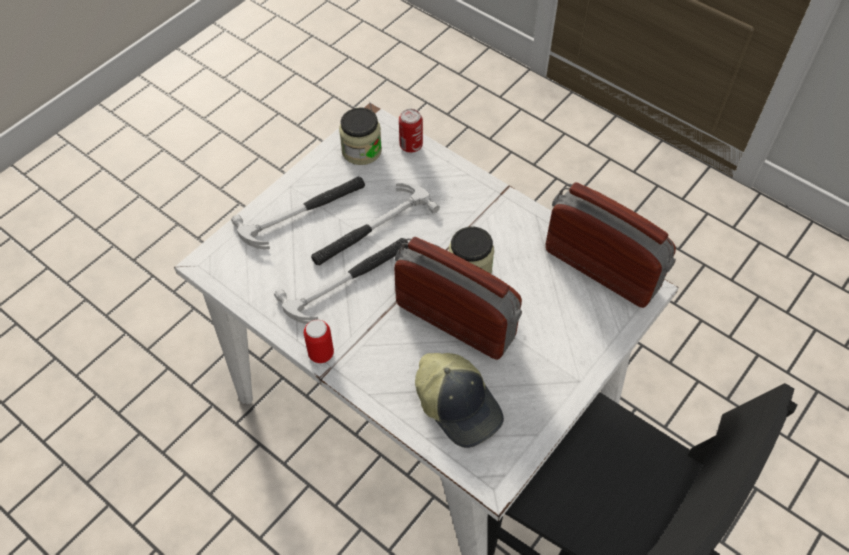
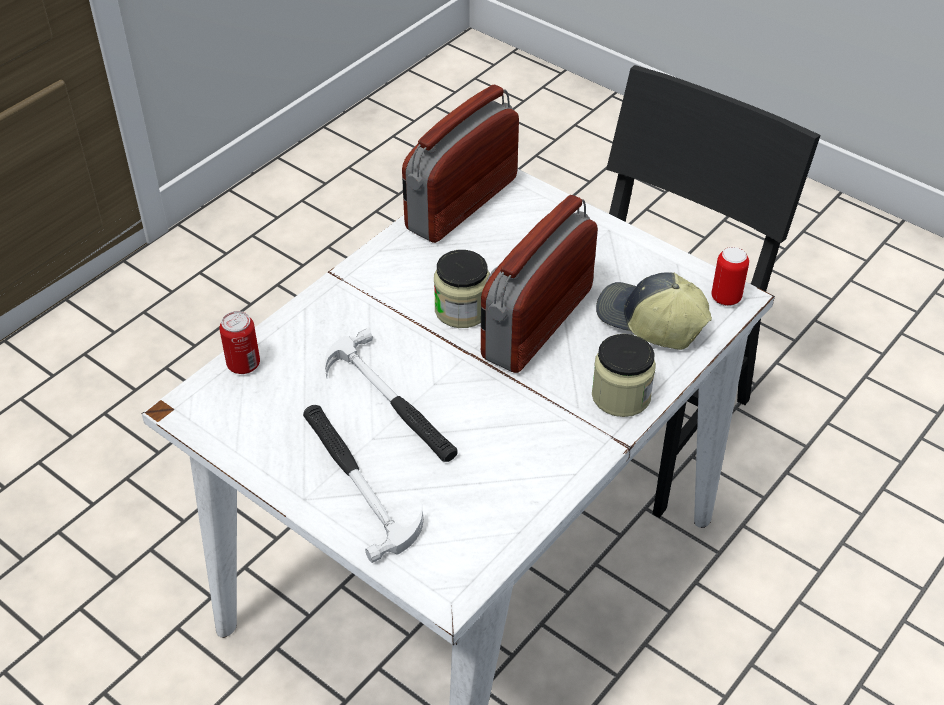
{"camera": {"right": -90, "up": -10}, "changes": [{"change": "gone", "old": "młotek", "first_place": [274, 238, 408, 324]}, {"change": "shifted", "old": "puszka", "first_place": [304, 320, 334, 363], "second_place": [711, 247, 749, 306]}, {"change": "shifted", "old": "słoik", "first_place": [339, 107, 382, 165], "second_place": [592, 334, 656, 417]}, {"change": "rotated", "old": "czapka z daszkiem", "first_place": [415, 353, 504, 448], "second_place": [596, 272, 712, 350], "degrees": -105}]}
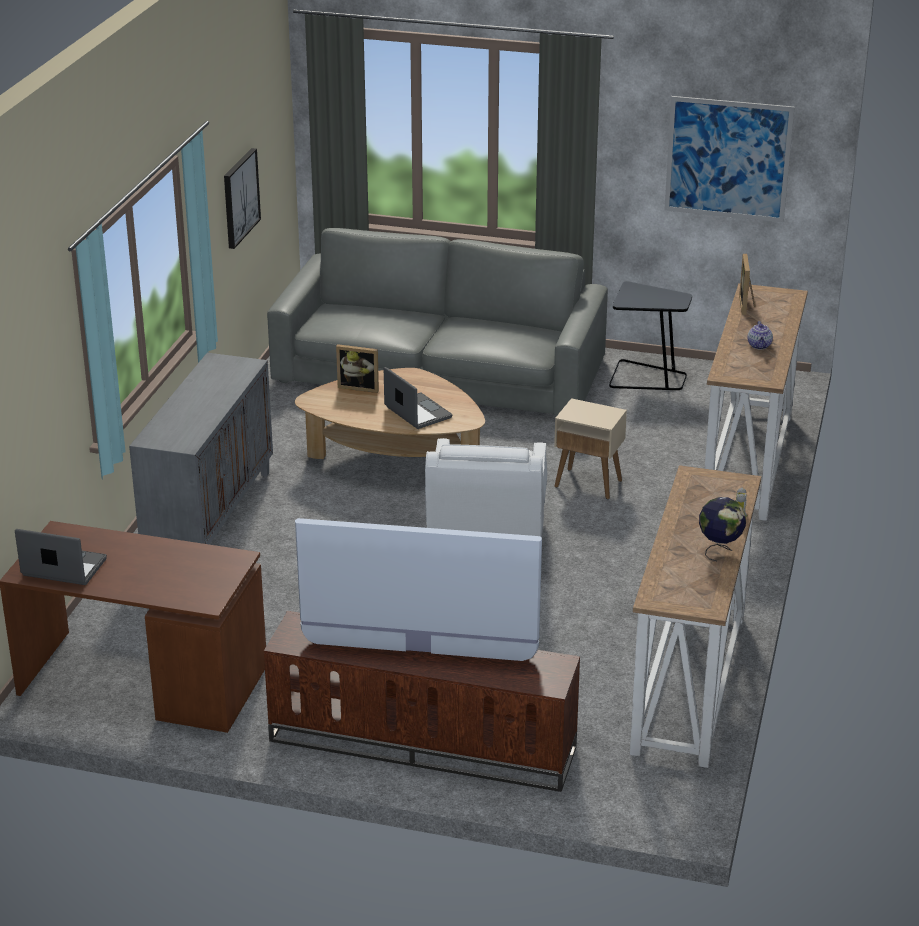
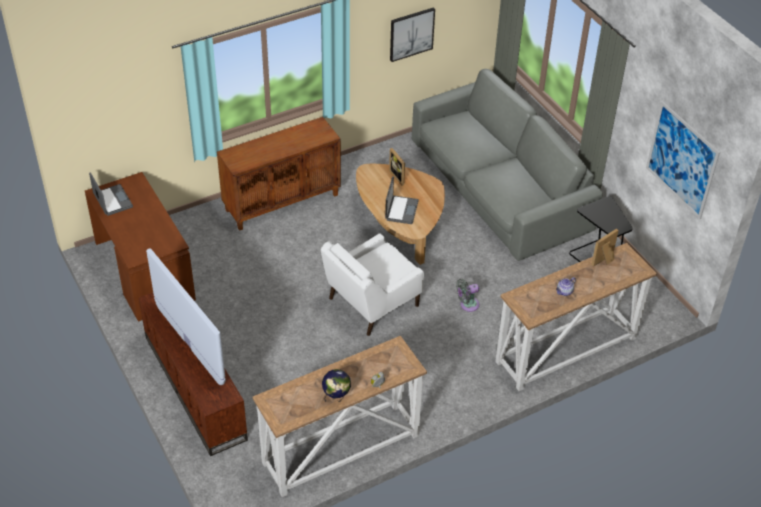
{"camera": {"right": 45, "up": 15}, "changes": [{"change": "repainted", "old": "szafka/szary", "new": "szafka/brązowy", "first_place": [129, 353, 273, 544], "second_place": [217, 117, 341, 231]}, {"change": "swapped", "old": "stolik/beżowy", "new": "wentylator/szary", "first_place": [554, 398, 627, 499], "second_place": [456, 279, 479, 312]}]}
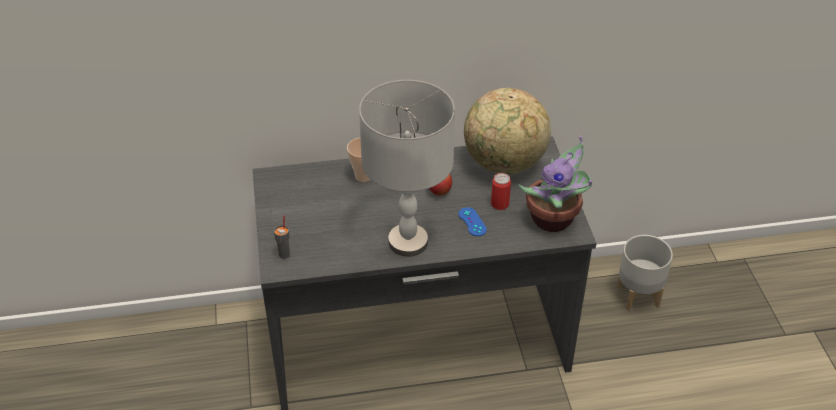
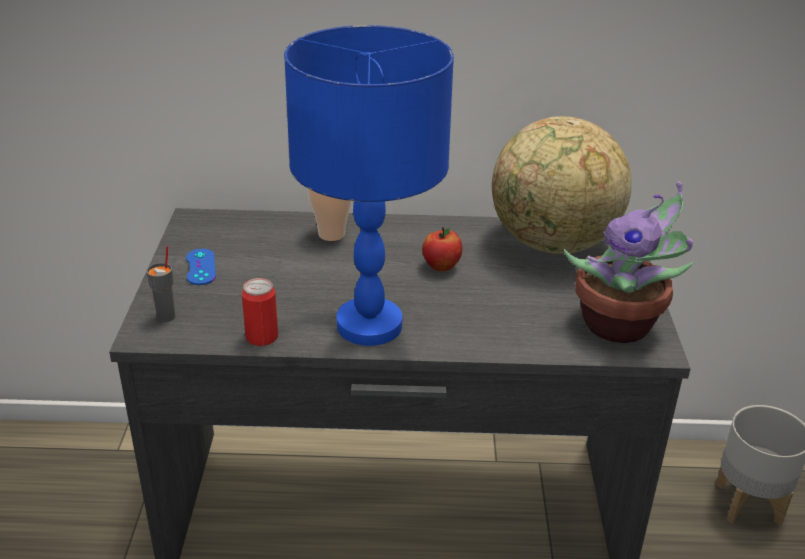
{"camera": {"right": 10, "up": -10}, "changes": [{"change": "repainted", "old": "lampa stołowa/szary", "new": "lampa stołowa/niebieski", "first_place": [359, 80, 455, 257], "second_place": [284, 25, 454, 346]}, {"change": "shifted", "old": "pad do gier/niebieski", "first_place": [459, 207, 487, 236], "second_place": [186, 249, 216, 285]}, {"change": "shifted", "old": "puszka", "first_place": [491, 173, 511, 210], "second_place": [242, 278, 278, 346]}]}
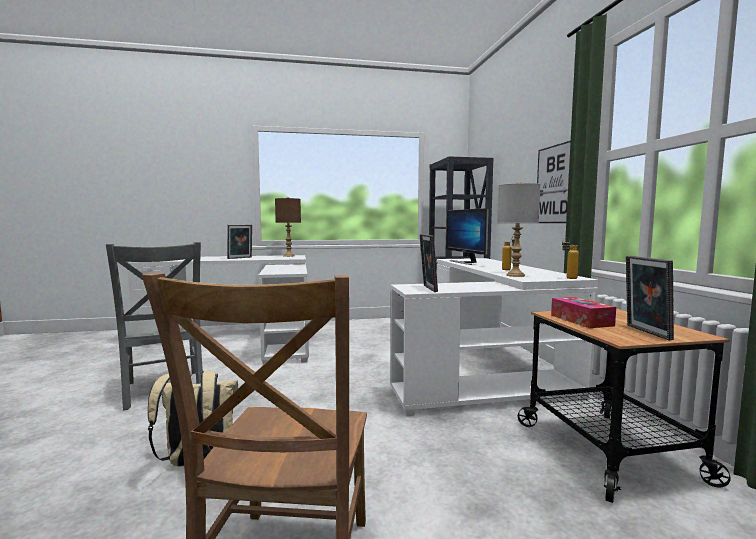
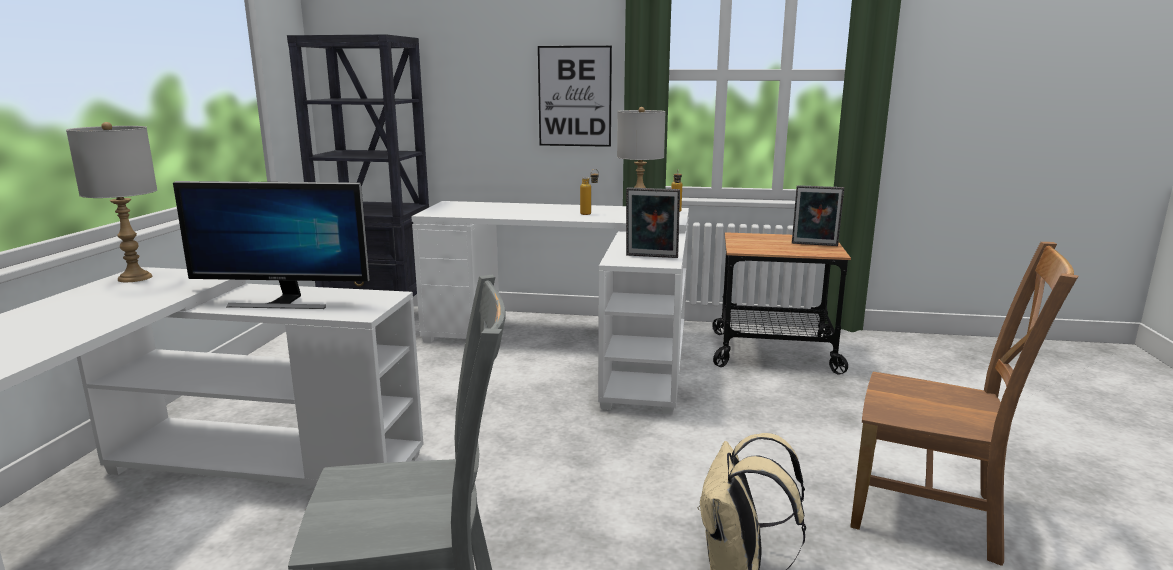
{"camera": {"right": -70, "up": 10}, "changes": [{"change": "gone", "old": "ramka na zdjęcie", "first_place": [227, 225, 252, 259]}, {"change": "repainted", "old": "lampa stołowa/brązowy", "new": "lampa stołowa/szary", "first_place": [275, 197, 301, 257], "second_place": [66, 122, 157, 282]}, {"change": "shifted", "old": "monitor", "first_place": [446, 208, 489, 265], "second_place": [173, 181, 370, 309]}, {"change": "gone", "old": "pudełko chusteczek", "first_place": [551, 297, 616, 328]}]}
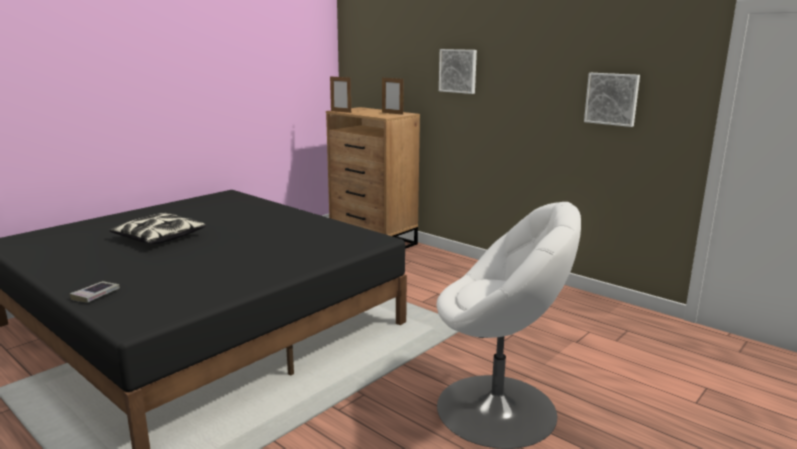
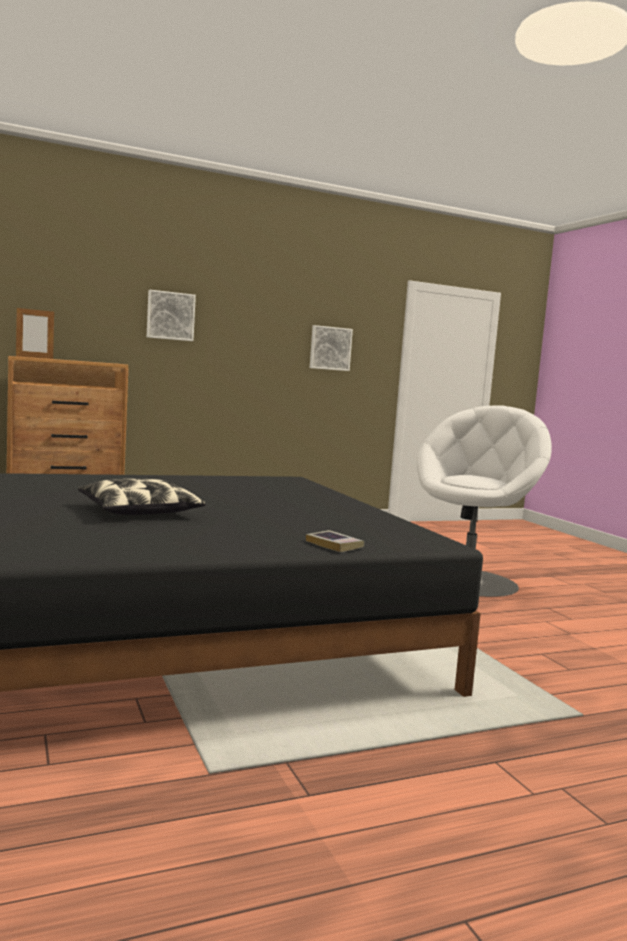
{"camera": {"right": -65, "up": -10}, "changes": [{"change": "gone", "old": "ramka na zdjęcie", "first_place": [382, 76, 404, 115]}]}
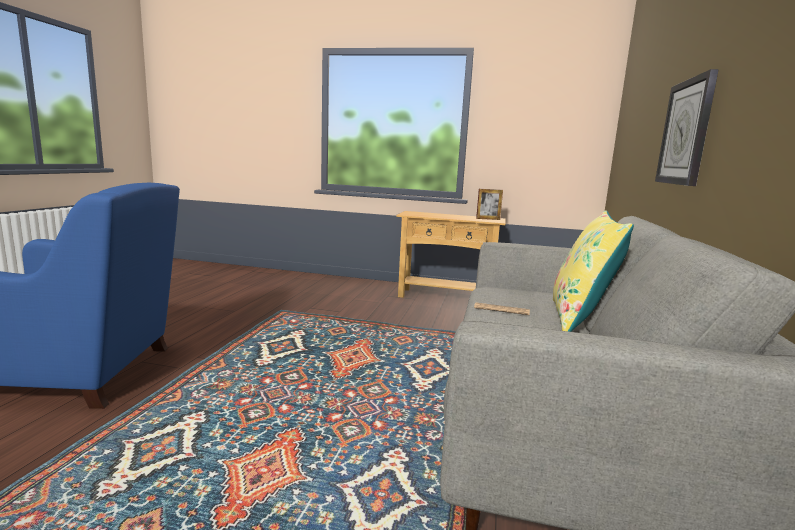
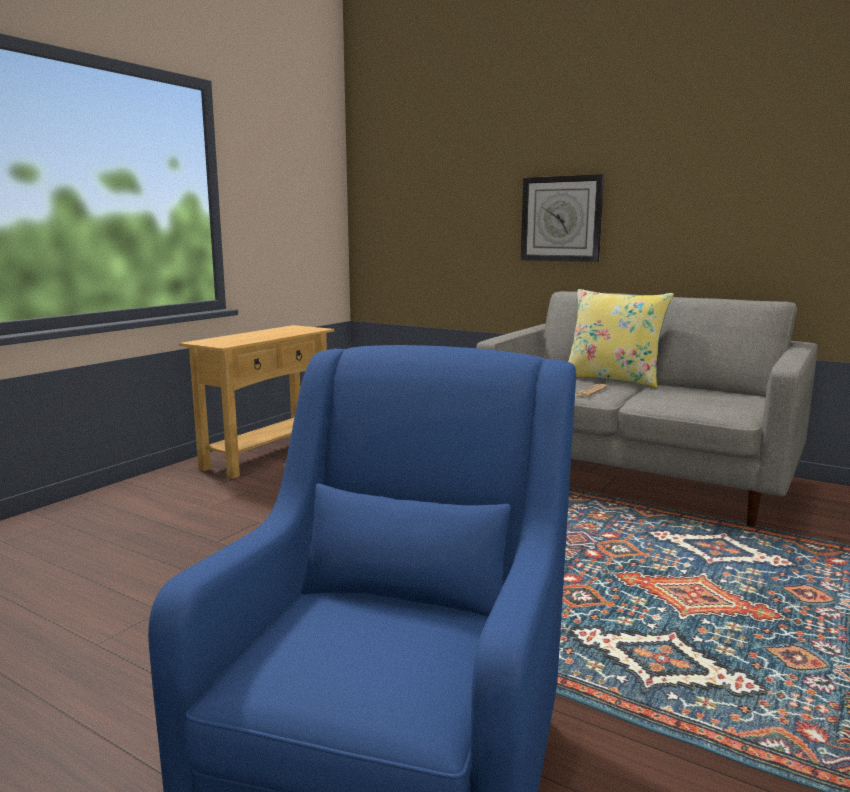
{"camera": {"right": -70, "up": 0}, "changes": [{"change": "gone", "old": "ramka na zdjęcie", "first_place": [476, 189, 503, 220]}]}
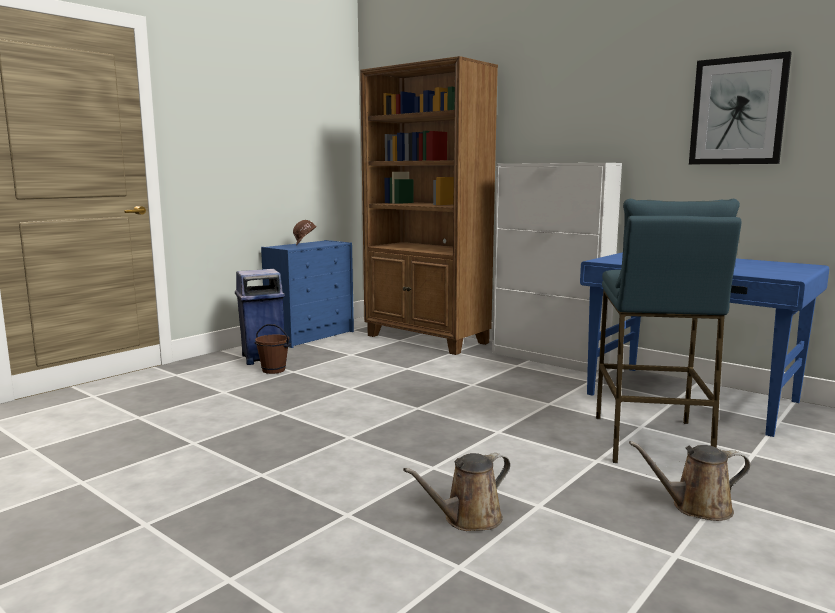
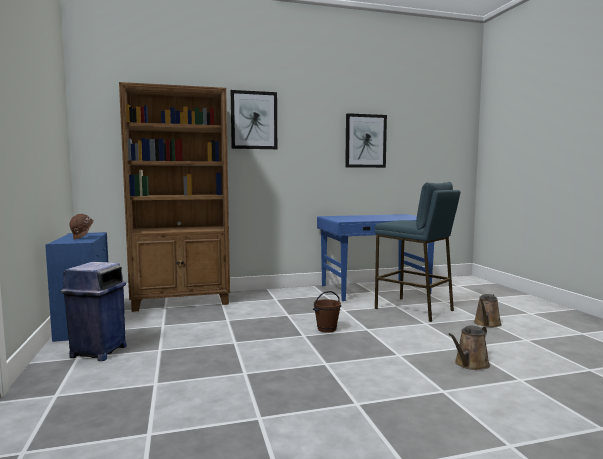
{"camera": {"right": -55, "up": -5}, "changes": [{"change": "shifted", "old": "wiadro/brązowy", "first_place": [255, 324, 291, 374], "second_place": [313, 291, 341, 333]}, {"change": "rotated", "old": "konewka/brązowy", "first_place": [403, 453, 510, 531], "second_place": [448, 325, 490, 370], "degrees": 45}, {"change": "gone", "old": "szafka/biały", "first_place": [492, 163, 622, 372]}, {"change": "new", "new": "obraz", "second_place": [231, 90, 277, 149]}]}
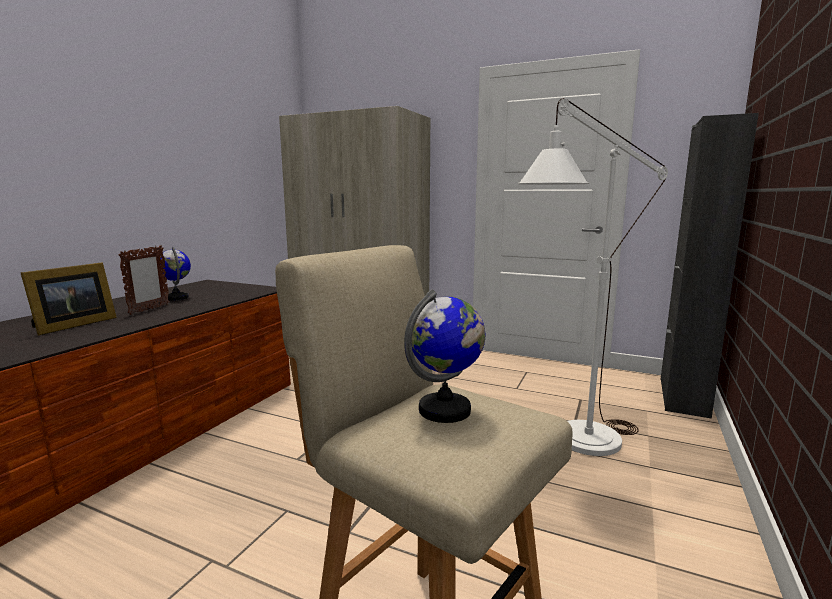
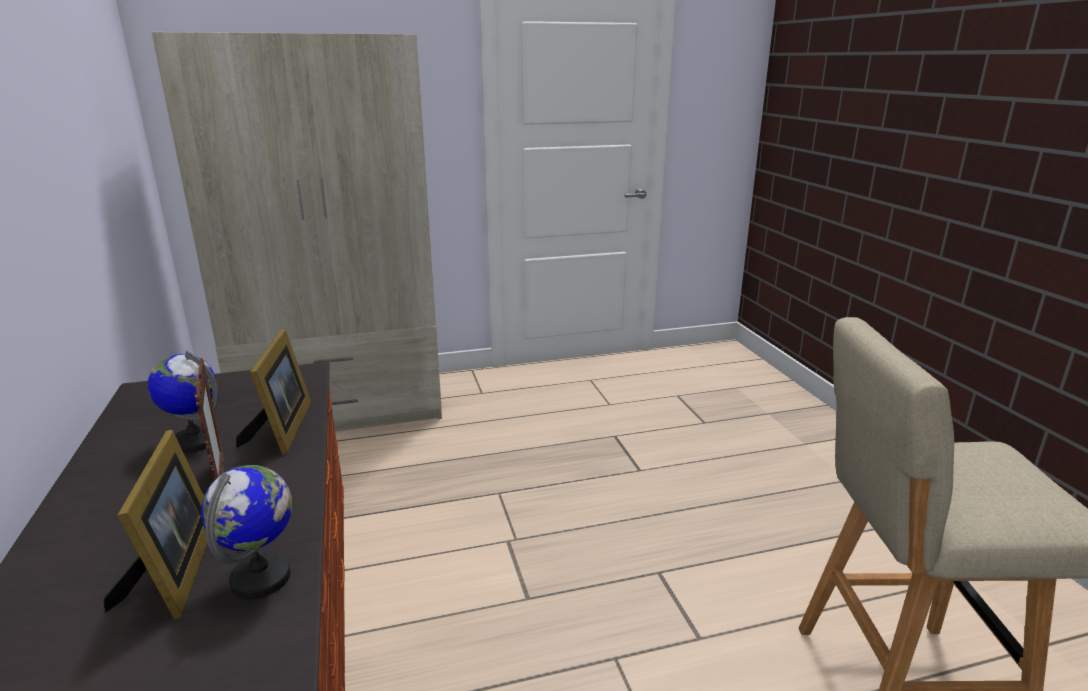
{"camera": {"right": -40, "up": 10}, "changes": [{"change": "shifted", "old": "globus", "first_place": [404, 289, 486, 423], "second_place": [201, 465, 292, 599]}, {"change": "gone", "old": "lampa stojąca/biały", "first_place": [517, 98, 668, 456]}, {"change": "gone", "old": "szafka/czarny", "first_place": [661, 113, 759, 419]}, {"change": "new", "new": "ramka na zdjęcie", "second_place": [236, 329, 311, 455]}]}
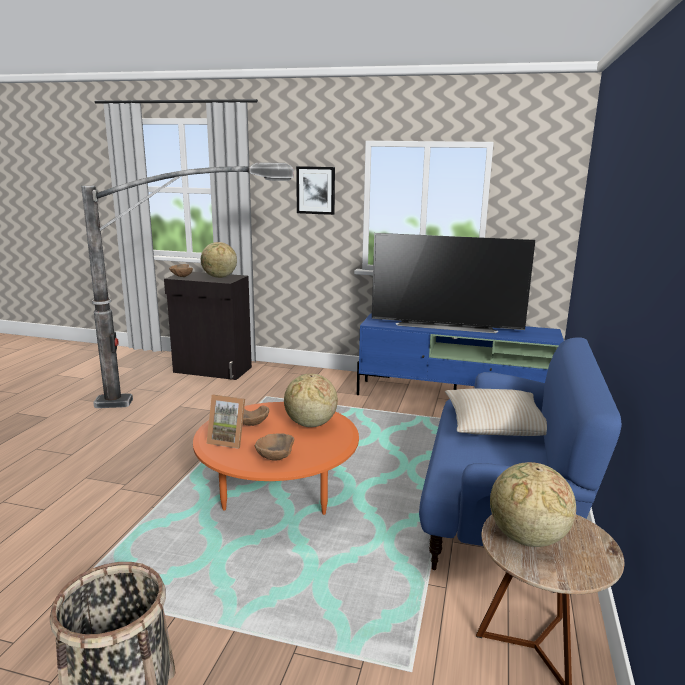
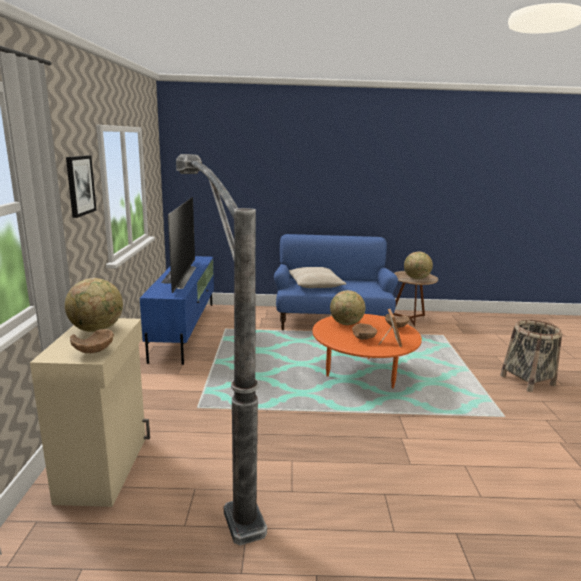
{"camera": {"right": -105, "up": 0}, "changes": [{"change": "repainted", "old": "szafka/czarny", "new": "szafka/beżowy", "first_place": [164, 272, 252, 380], "second_place": [30, 318, 150, 507]}]}
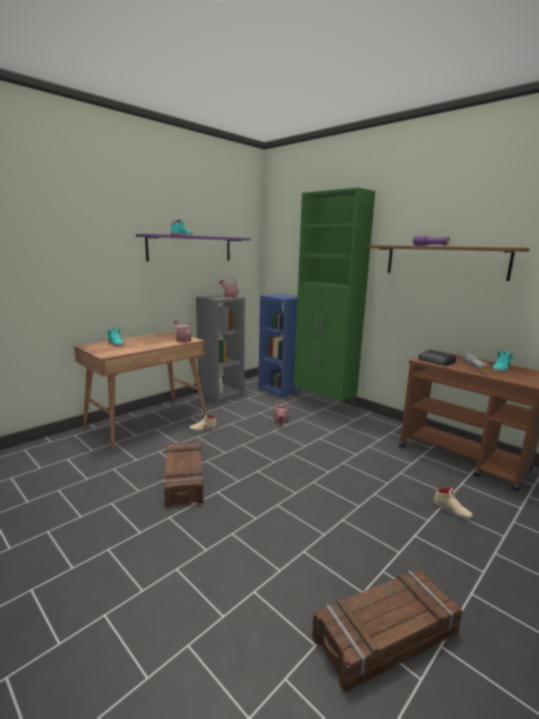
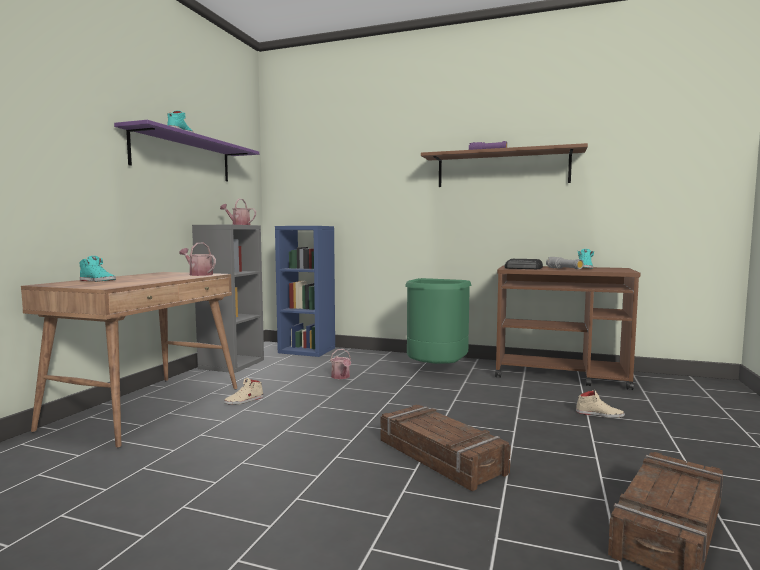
{"camera": {"right": -25, "up": -10}, "changes": [{"change": "shifted", "old": "skrzynka", "first_place": [164, 441, 204, 507], "second_place": [381, 404, 511, 491]}, {"change": "gone", "old": "szafka/zielony", "first_place": [294, 187, 375, 414]}, {"change": "new", "new": "kosz na śmieci/zielony", "second_place": [405, 278, 472, 364]}]}
